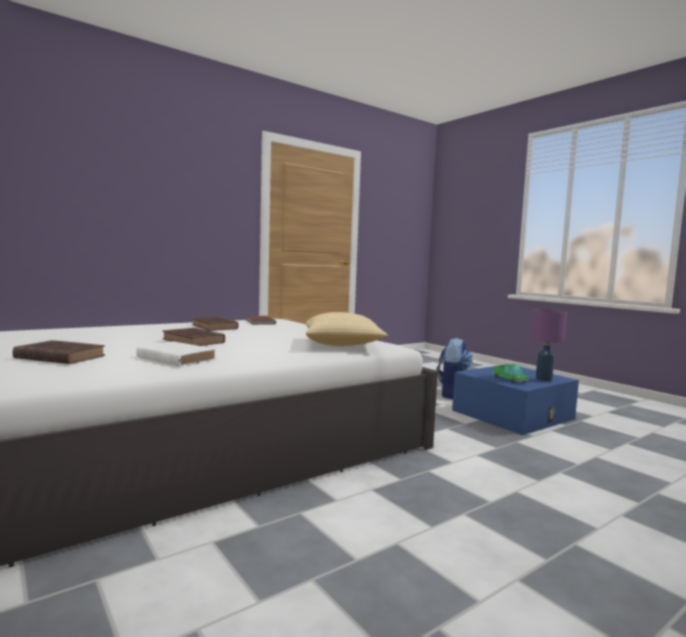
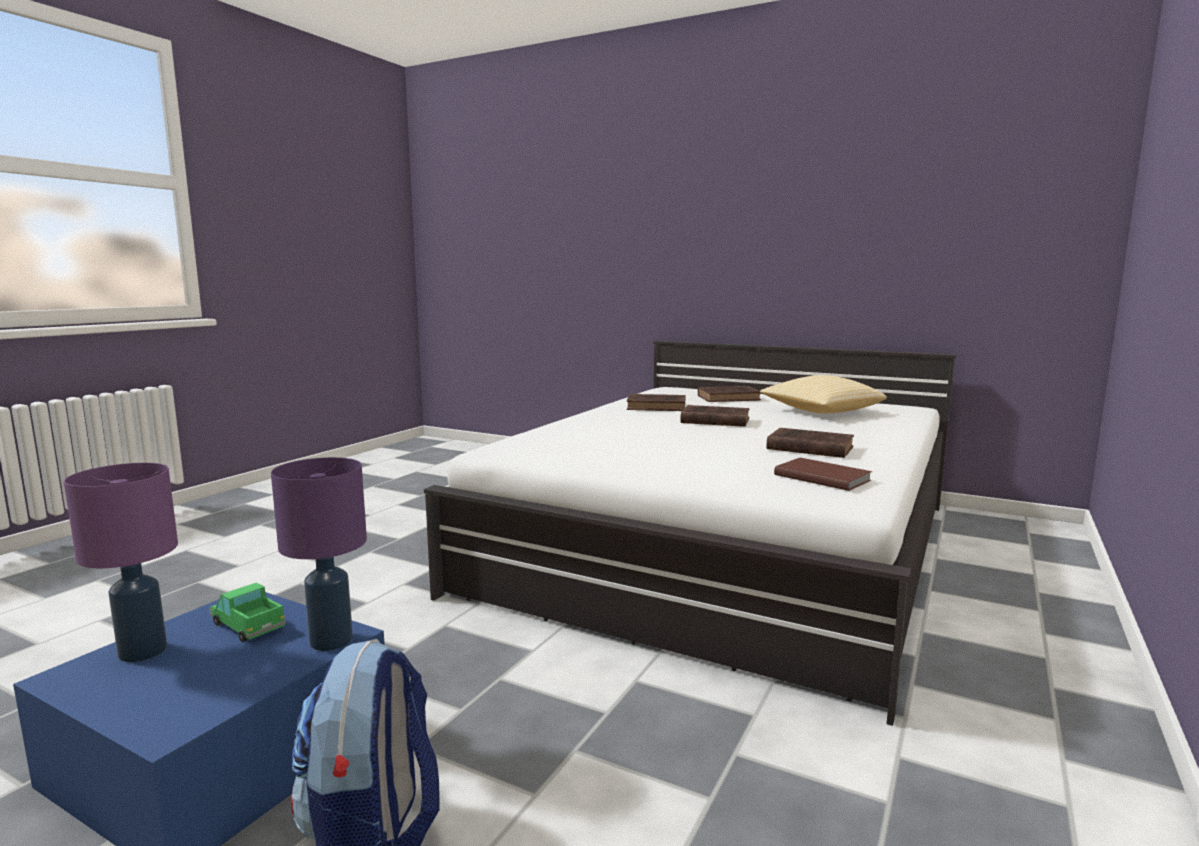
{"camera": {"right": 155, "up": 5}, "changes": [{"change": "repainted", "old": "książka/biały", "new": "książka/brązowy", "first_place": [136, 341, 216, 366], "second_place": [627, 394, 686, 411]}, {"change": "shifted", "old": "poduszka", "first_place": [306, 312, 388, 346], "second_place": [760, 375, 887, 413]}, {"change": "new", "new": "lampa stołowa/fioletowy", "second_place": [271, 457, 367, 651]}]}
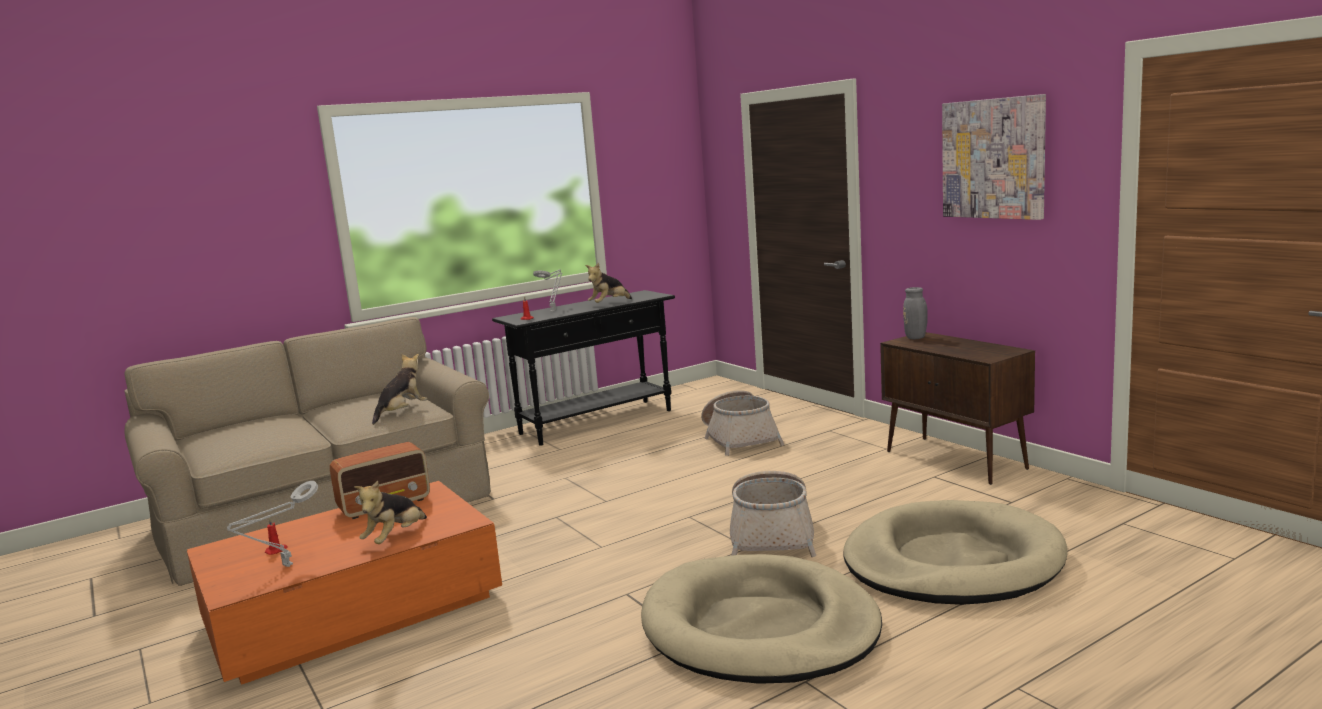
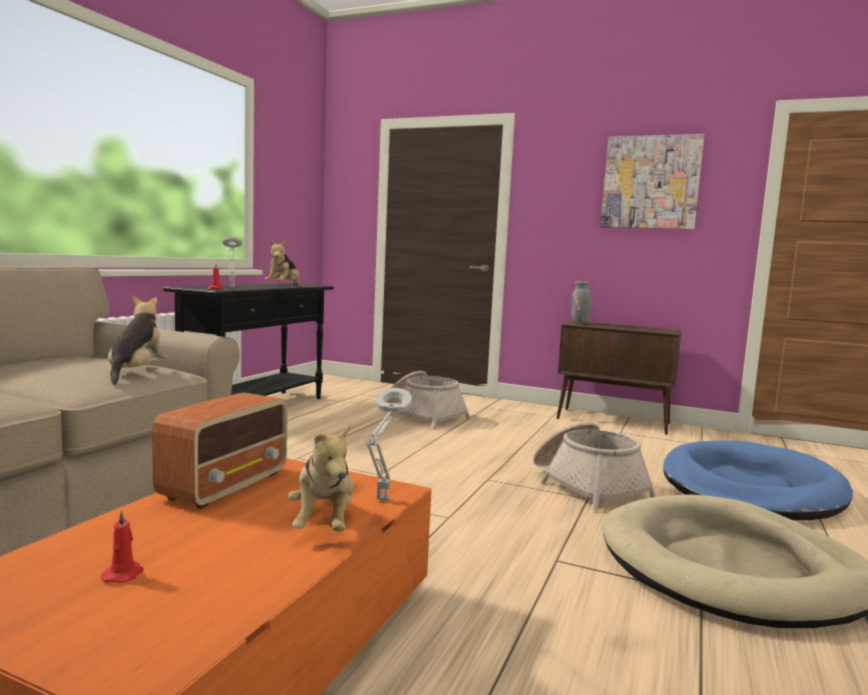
{"camera": {"right": -35, "up": -5}, "changes": [{"change": "shifted", "old": "lampa stołowa/szary", "first_place": [227, 481, 318, 567], "second_place": [366, 388, 412, 501]}, {"change": "repainted", "old": "legowisko/beżowy", "new": "legowisko/niebieski", "first_place": [844, 500, 1068, 605], "second_place": [663, 440, 853, 520]}]}
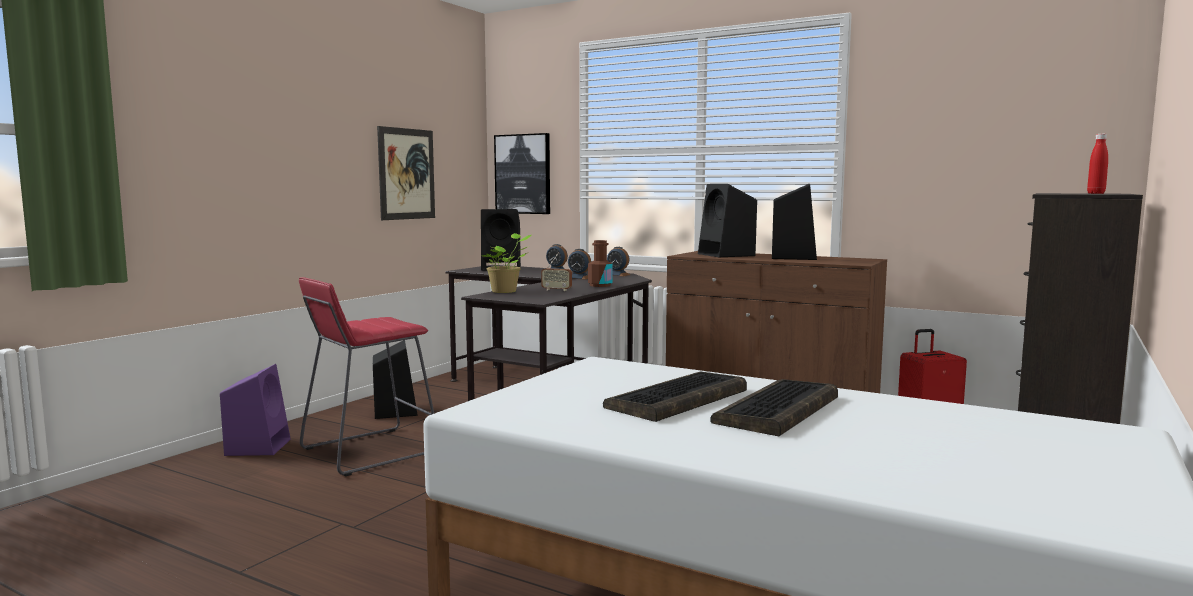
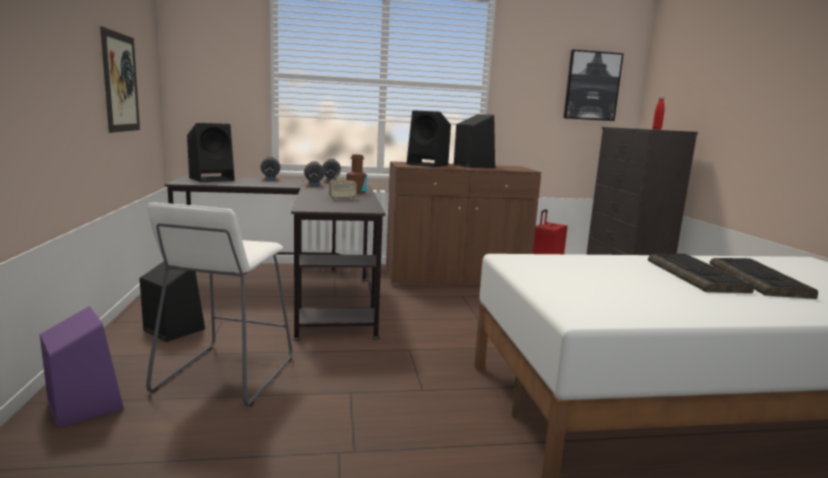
{"camera": {"right": -40, "up": 5}, "changes": [{"change": "repainted", "old": "stołek/czerwony", "new": "stołek/biały", "first_place": [299, 277, 435, 476], "second_place": [146, 203, 292, 407]}, {"change": "gone", "old": "roślina doniczkowa", "first_place": [481, 233, 531, 293]}, {"change": "shifted", "old": "obraz", "first_place": [494, 133, 550, 214], "second_place": [563, 50, 624, 121]}, {"change": "shifted", "old": "klawiatura", "first_place": [603, 371, 747, 422], "second_place": [710, 258, 818, 299]}]}
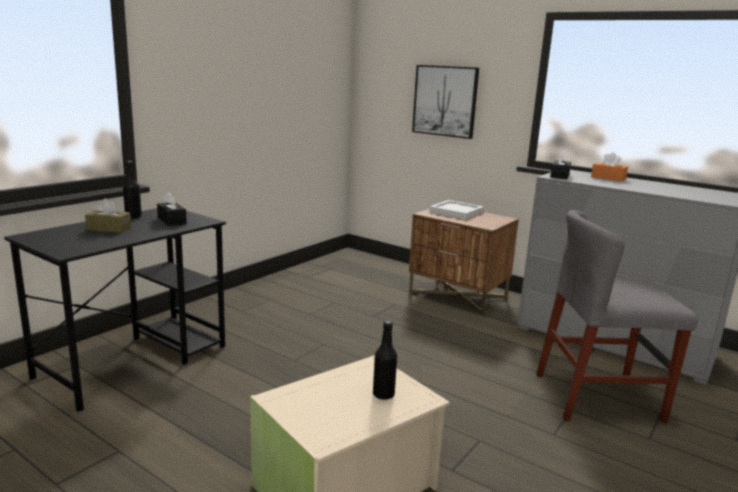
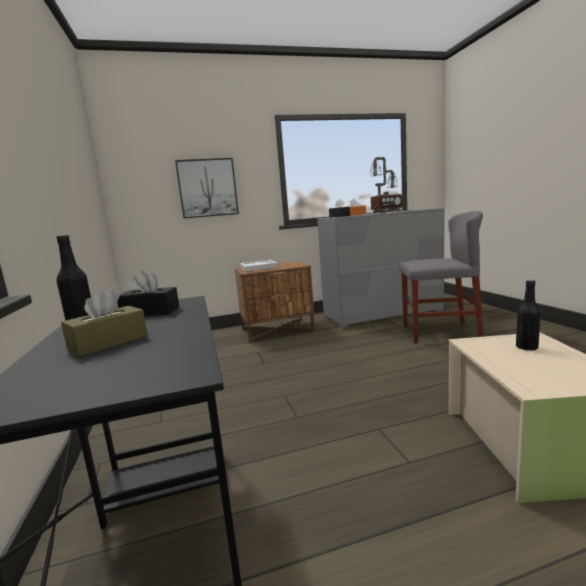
{"camera": {"right": -50, "up": -5}, "changes": [{"change": "rotated", "old": "krzesło/szary", "first_place": [536, 210, 698, 423], "second_place": [399, 211, 484, 343], "degrees": -120}, {"change": "new", "new": "lampa stołowa", "second_place": [370, 157, 403, 213]}]}
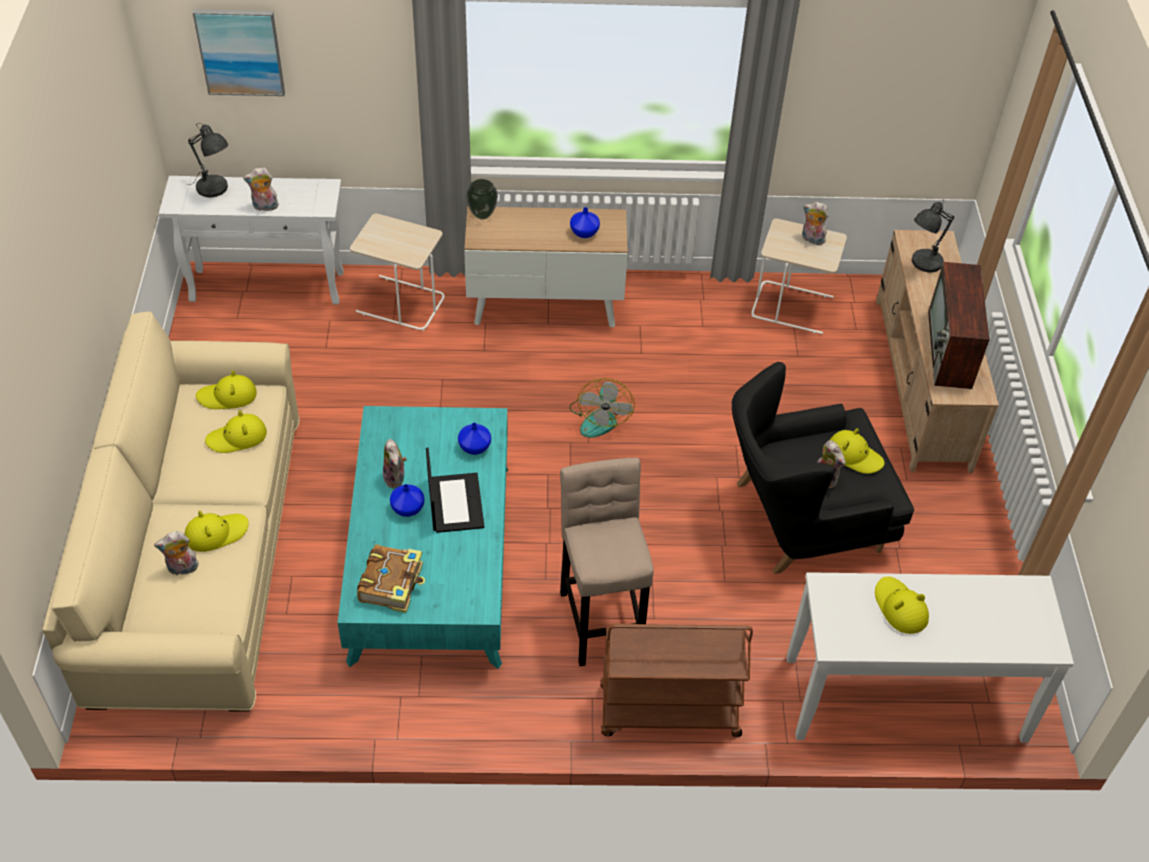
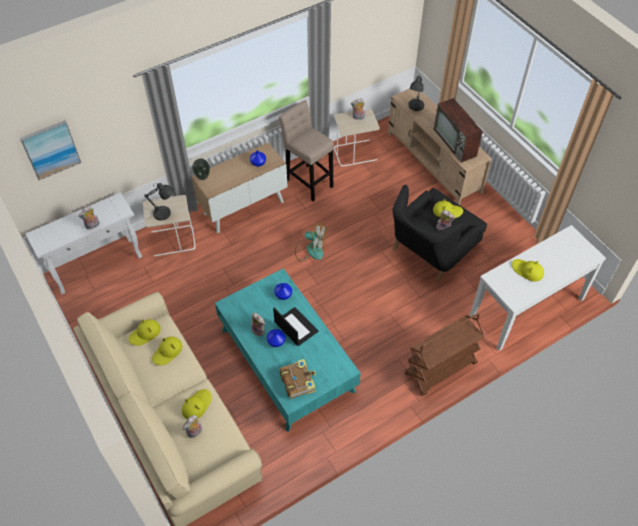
{"camera": {"right": -30, "up": 5}, "changes": [{"change": "shifted", "old": "lampa stołowa/szary", "first_place": [188, 123, 228, 198], "second_place": [144, 183, 174, 221]}, {"change": "shifted", "old": "stołek/beżowy", "first_place": [560, 458, 654, 666], "second_place": [279, 100, 334, 201]}, {"change": "rotated", "old": "wentylator", "first_place": [569, 378, 635, 438], "second_place": [295, 222, 327, 261], "degrees": -45}]}
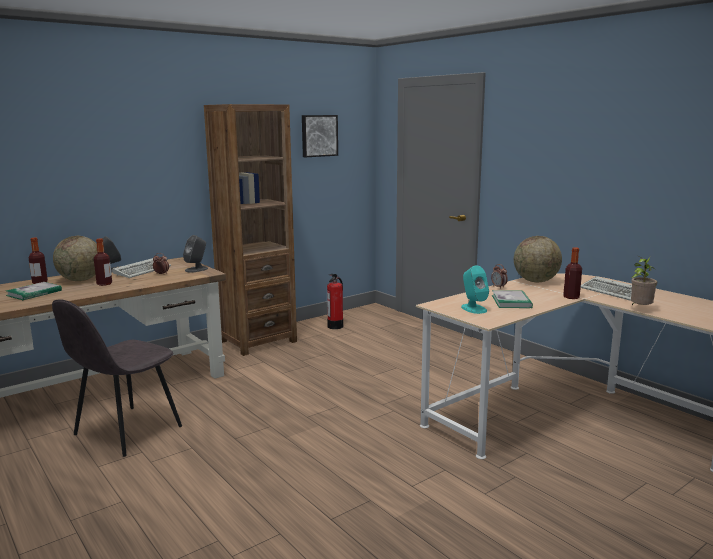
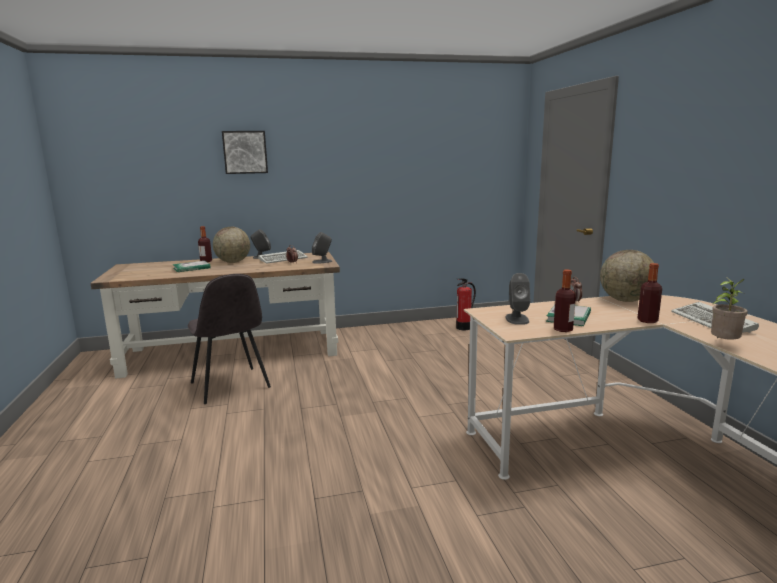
{"camera": {"right": 25, "up": 0}, "changes": [{"change": "rotated", "old": "krzesło/szary", "first_place": [52, 299, 182, 457], "second_place": [188, 274, 271, 404], "degrees": -90}, {"change": "shifted", "old": "butelka", "first_place": [94, 238, 112, 286], "second_place": [554, 269, 576, 332]}, {"change": "gone", "old": "regał/brązowy", "first_place": [204, 104, 297, 356]}, {"change": "shifted", "old": "obraz", "first_place": [302, 115, 338, 157], "second_place": [222, 131, 268, 174]}, {"change": "repainted", "old": "głośnik/turkusowy", "new": "głośnik/szary", "first_place": [461, 266, 489, 314], "second_place": [505, 273, 530, 325]}]}
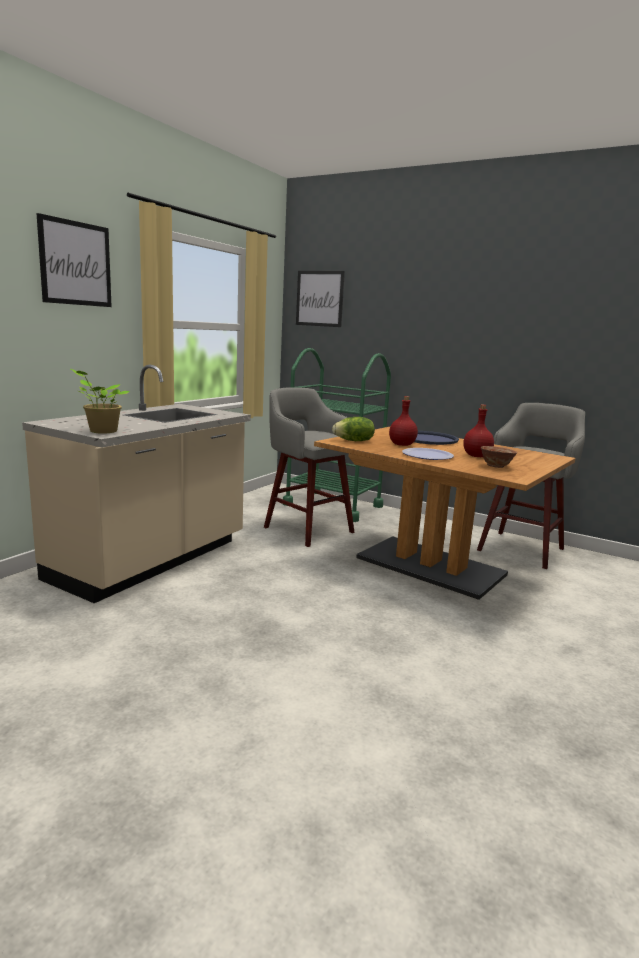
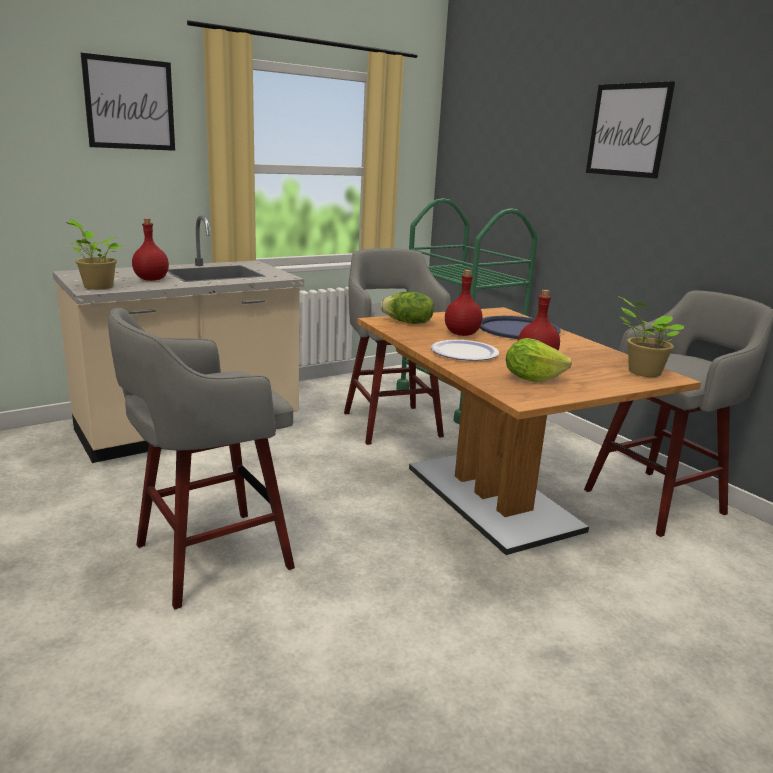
{"camera": {"right": 25, "up": 5}, "changes": [{"change": "shifted", "old": "obraz", "first_place": [296, 271, 345, 327], "second_place": [586, 81, 675, 179]}, {"change": "swapped", "old": "miska", "new": "sałata", "first_place": [481, 446, 517, 468], "second_place": [506, 338, 572, 382]}, {"change": "new", "new": "stołek/szary", "second_place": [108, 307, 295, 609]}, {"change": "new", "new": "butelka/czerwony", "second_place": [132, 218, 169, 281]}, {"change": "new", "new": "roślina doniczkowa", "second_place": [618, 296, 684, 377]}]}
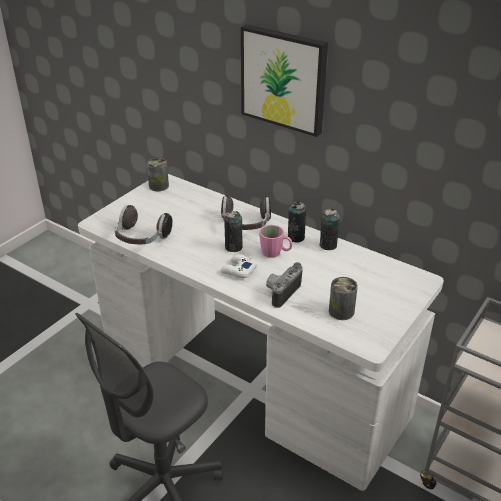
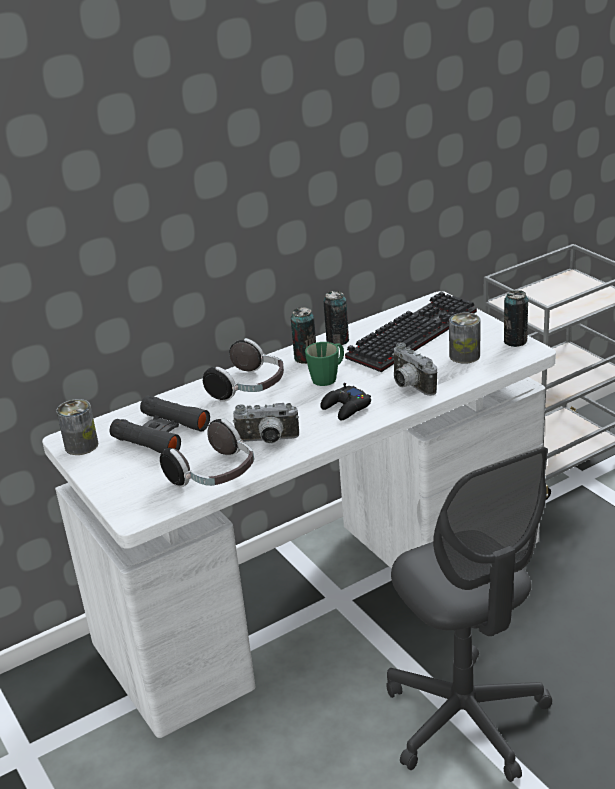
{"camera": {"right": -65, "up": -5}, "changes": [{"change": "repainted", "old": "pad do gier/biały", "new": "pad do gier/czarny", "first_place": [220, 254, 257, 279], "second_place": [320, 383, 371, 421]}, {"change": "shifted", "old": "puszka", "first_place": [224, 210, 243, 252], "second_place": [504, 290, 528, 347]}, {"change": "gone", "old": "obraz", "first_place": [241, 24, 328, 137]}, {"change": "repainted", "old": "kubek/różowy", "new": "kubek/zielony", "first_place": [259, 225, 292, 258], "second_place": [305, 342, 344, 386]}, {"change": "new", "new": "lornetka/czarny", "second_place": [109, 396, 210, 453]}, {"change": "new", "new": "aparat fotograficzny", "second_place": [233, 403, 299, 444]}, {"change": "new", "new": "klawiatura", "second_place": [345, 292, 477, 372]}]}
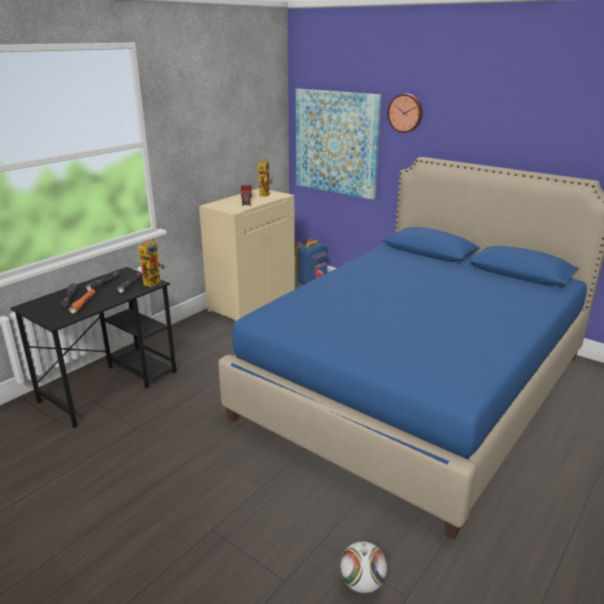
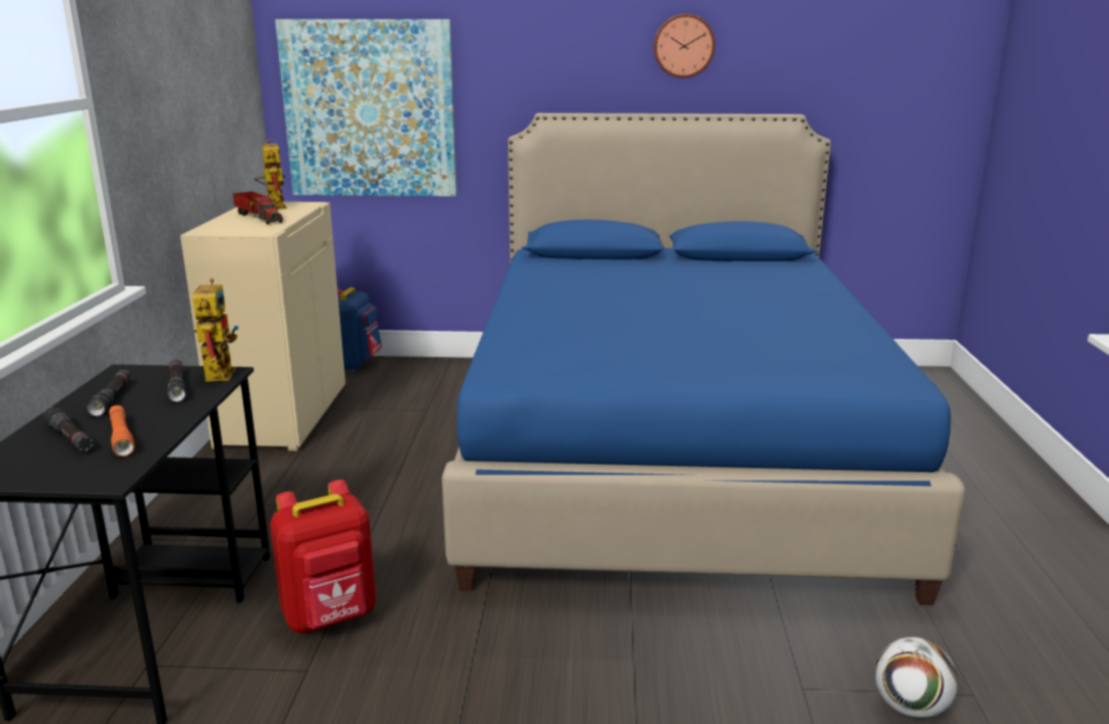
{"camera": {"right": -35, "up": -5}, "changes": [{"change": "shifted", "old": "zegar ścienny", "first_place": [387, 94, 423, 133], "second_place": [654, 14, 715, 78]}, {"change": "new", "new": "plecak/czerwony", "second_place": [270, 480, 376, 633]}]}
